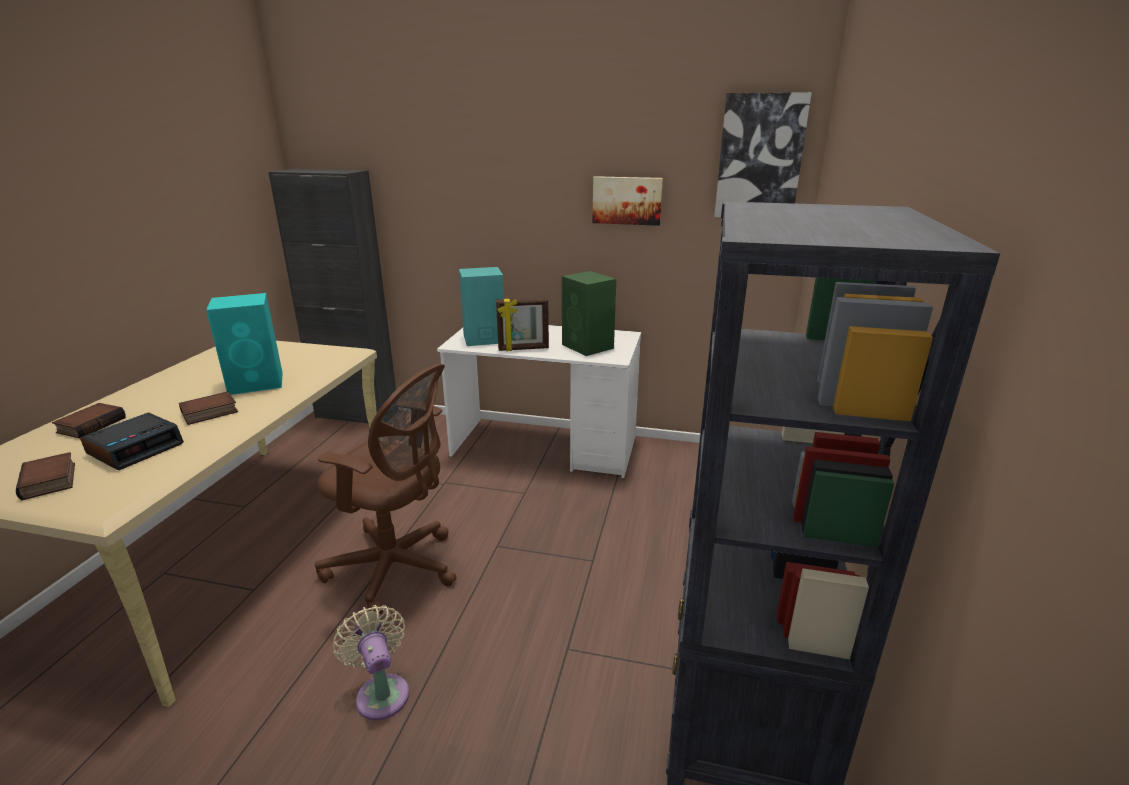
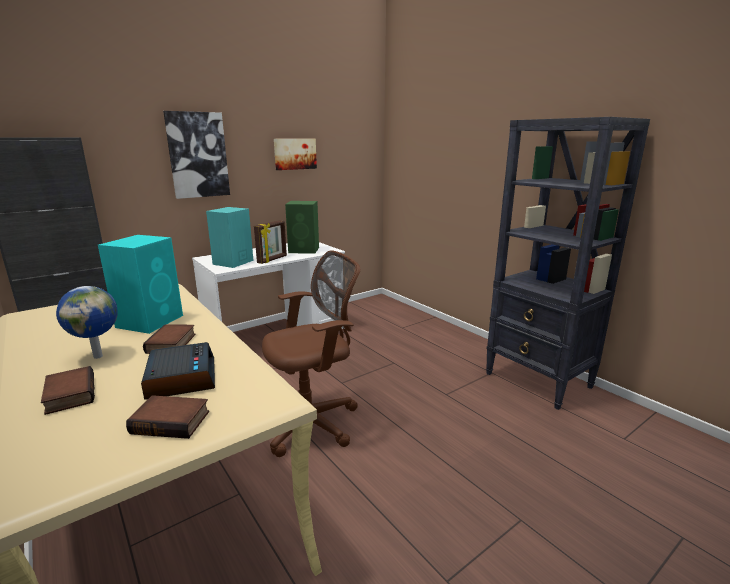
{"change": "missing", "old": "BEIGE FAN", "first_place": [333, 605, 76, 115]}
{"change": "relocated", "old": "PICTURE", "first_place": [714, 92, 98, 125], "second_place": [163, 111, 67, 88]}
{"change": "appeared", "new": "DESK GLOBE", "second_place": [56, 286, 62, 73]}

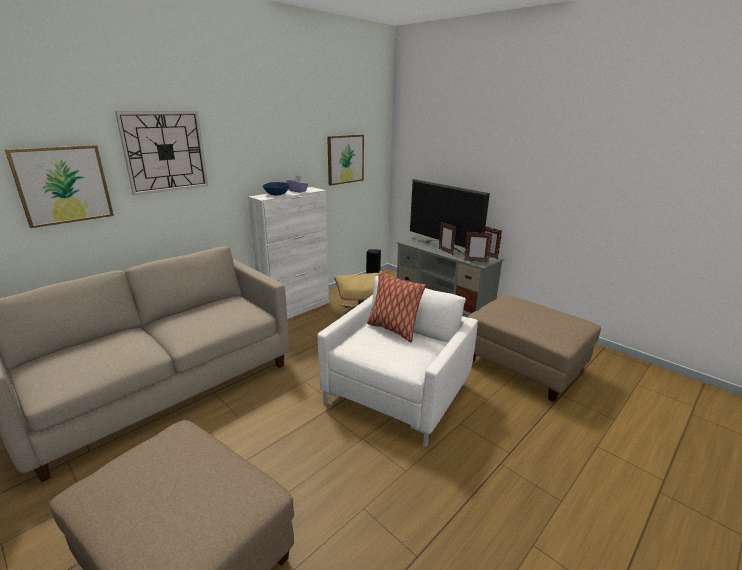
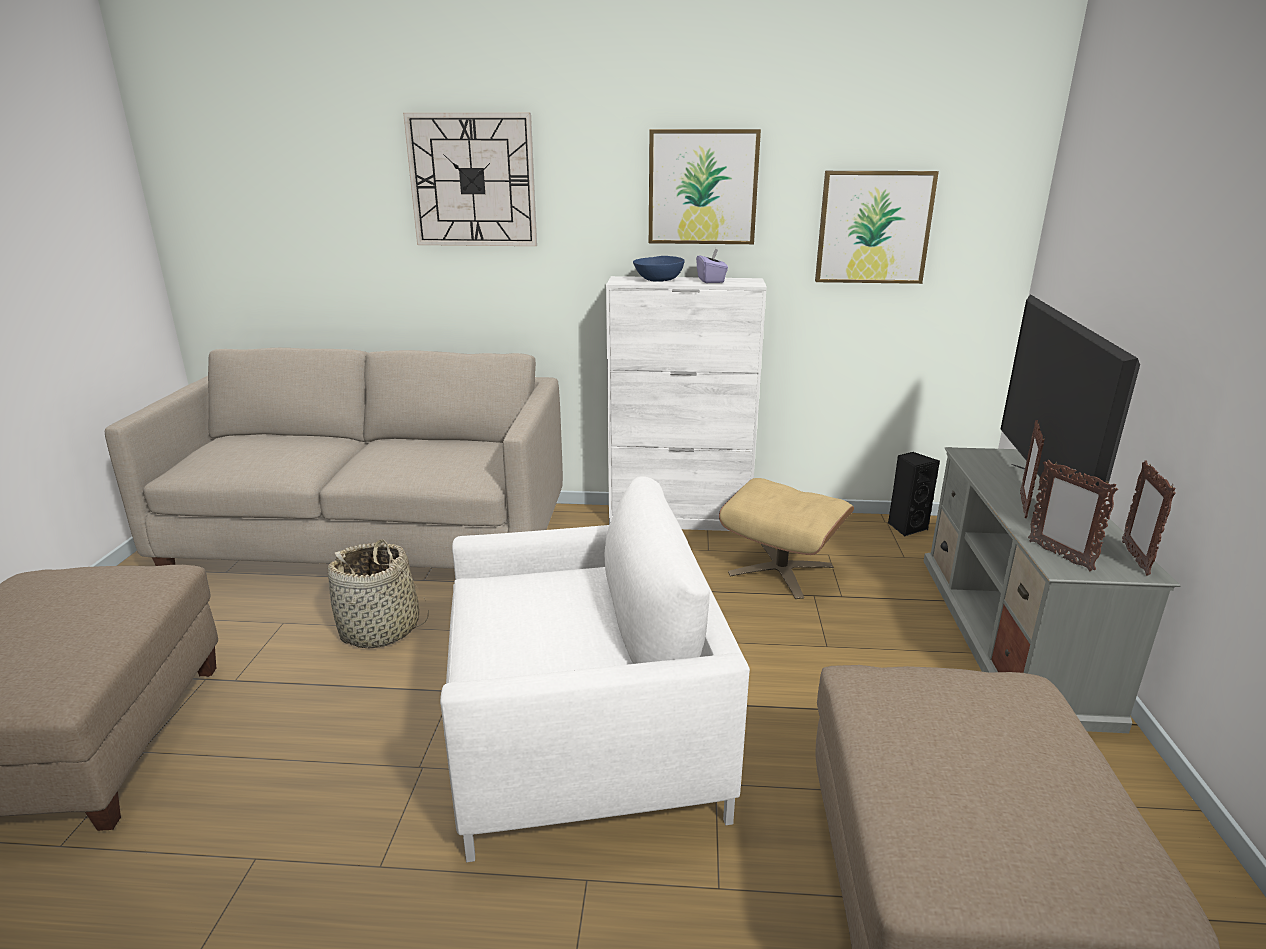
{"change": "relocated", "old": "PICTURE", "first_place": [5, 145, 109, 83], "second_place": [649, 129, 112, 115]}
{"change": "missing", "old": "THROW PILLOW", "first_place": [367, 271, 59, 71]}
{"change": "appeared", "new": "STORAGE BASKET", "second_place": [328, 539, 101, 109]}

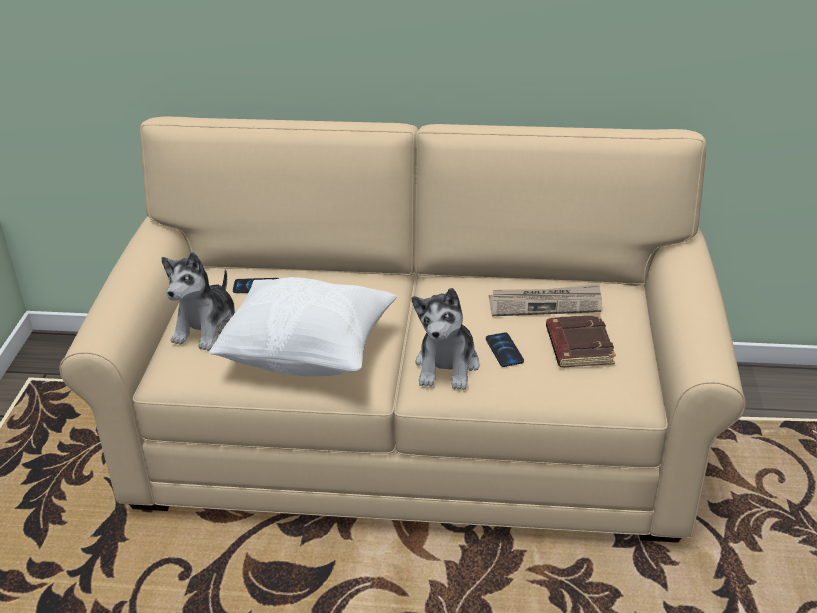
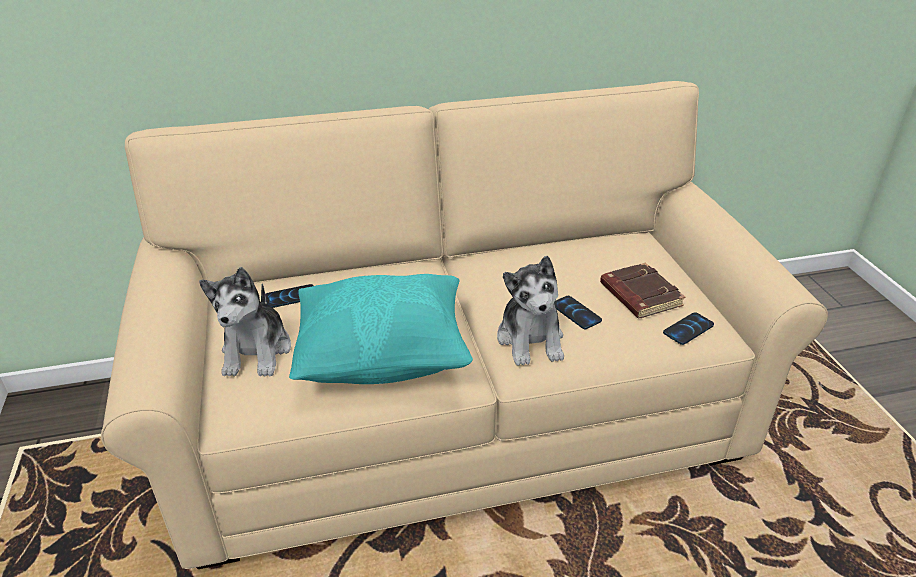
{"change": "colour", "old": "WHITISH THROW PILLOW", "new": "TURQUOISE-COLOURED THROW PILLOW", "first_place": [209, 277, 188, 99], "second_place": [289, 274, 184, 110]}
{"change": "missing", "old": "DAILY PAPER", "first_place": [489, 284, 113, 32]}
{"change": "appeared", "new": "HANDSET", "second_place": [663, 312, 51, 33]}

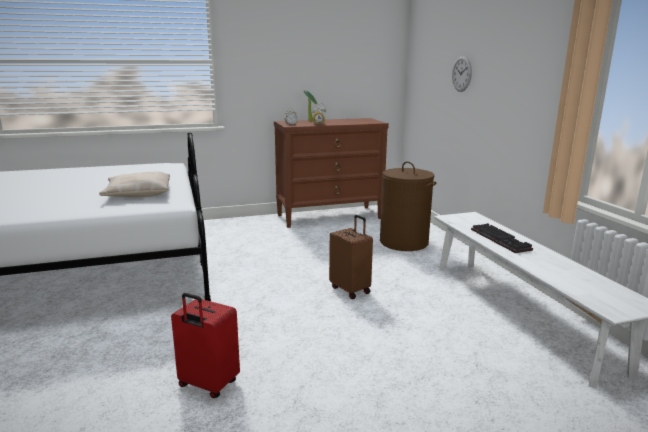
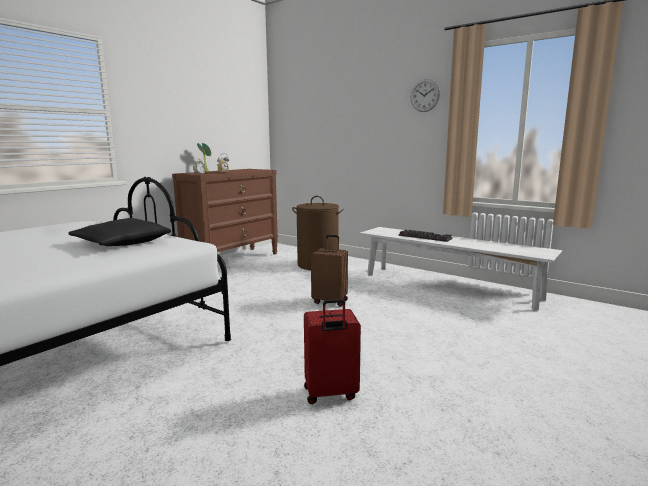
{"change": "colour", "old": "BEIGE THROW PILLOW", "new": "BLACKISH THROW PILLOW", "first_place": [99, 172, 71, 25], "second_place": [68, 218, 103, 28]}
{"change": "relocated", "old": "CLOCK ON THE WALL", "first_place": [452, 56, 20, 36], "second_place": [411, 79, 29, 33]}

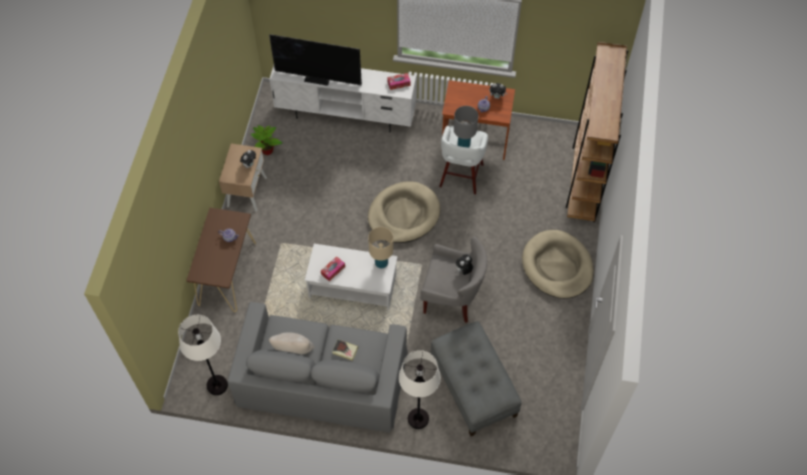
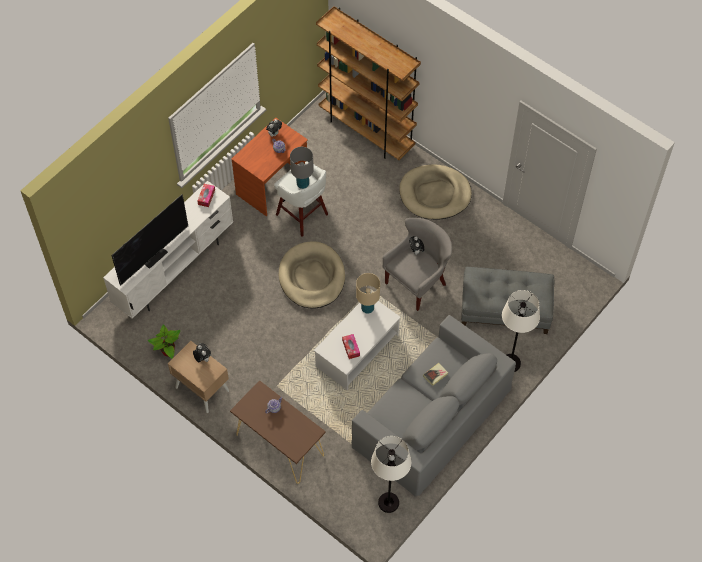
{"change": "missing", "old": "BEIGE THROW PILLOW", "first_place": [269, 332, 46, 23]}

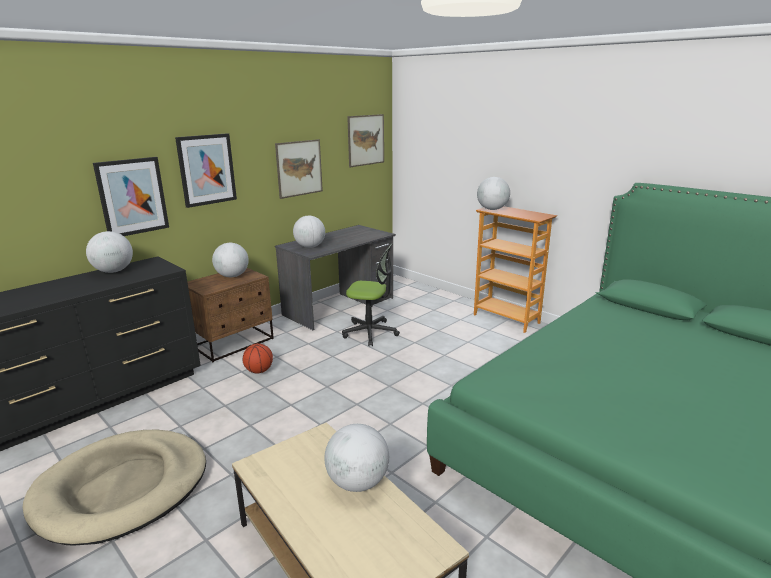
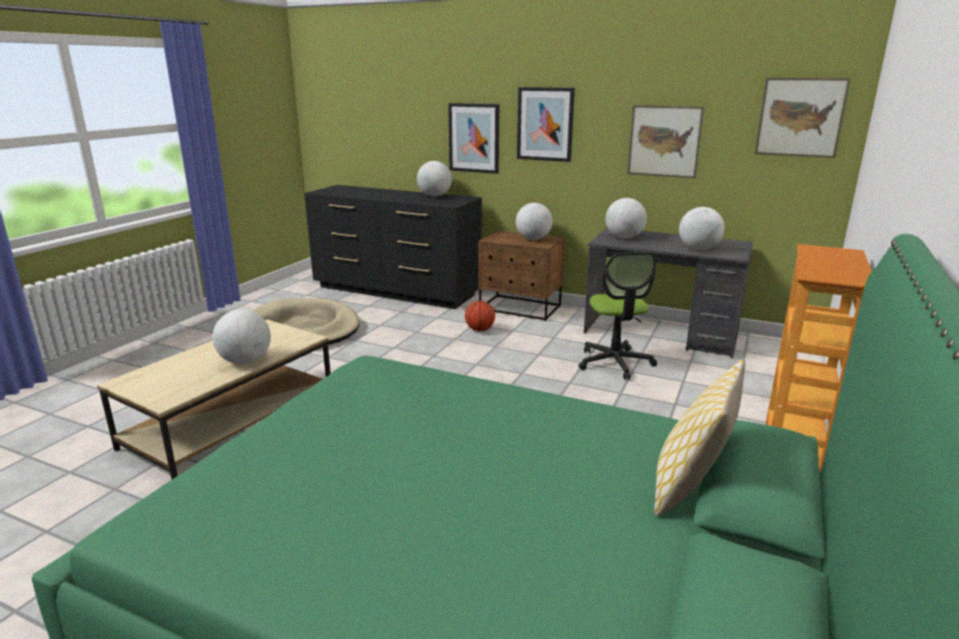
{"change": "relocated", "old": "DESK GLOBE", "first_place": [477, 177, 33, 33], "second_place": [679, 207, 46, 43]}
{"change": "appeared", "new": "THROW PILLOW", "second_place": [654, 360, 91, 156]}

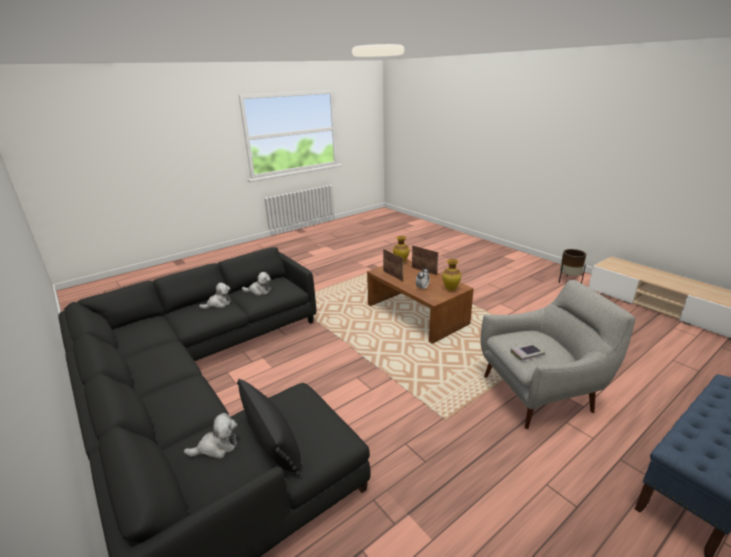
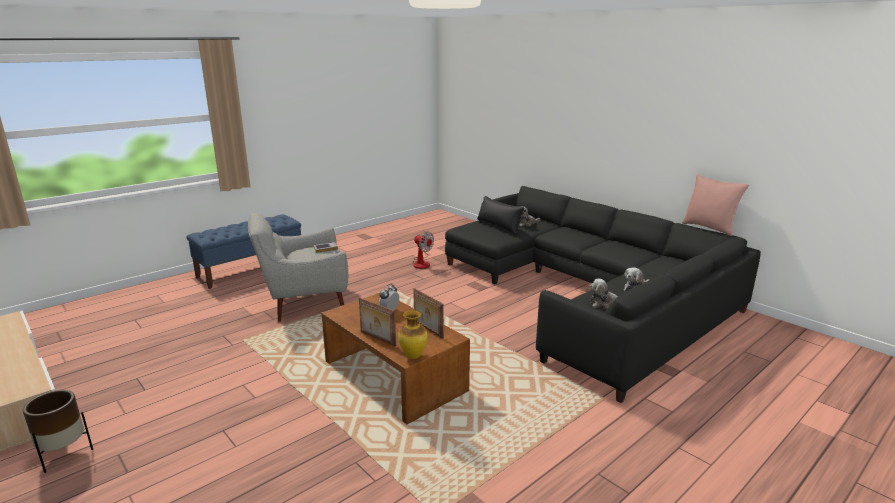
{"change": "missing", "old": "FLOWER VASE", "first_place": [442, 259, 19, 32]}
{"change": "appeared", "new": "FAN", "second_place": [412, 232, 22, 37]}
{"change": "appeared", "new": "PINK THROW PILLOW", "second_place": [682, 174, 67, 62]}

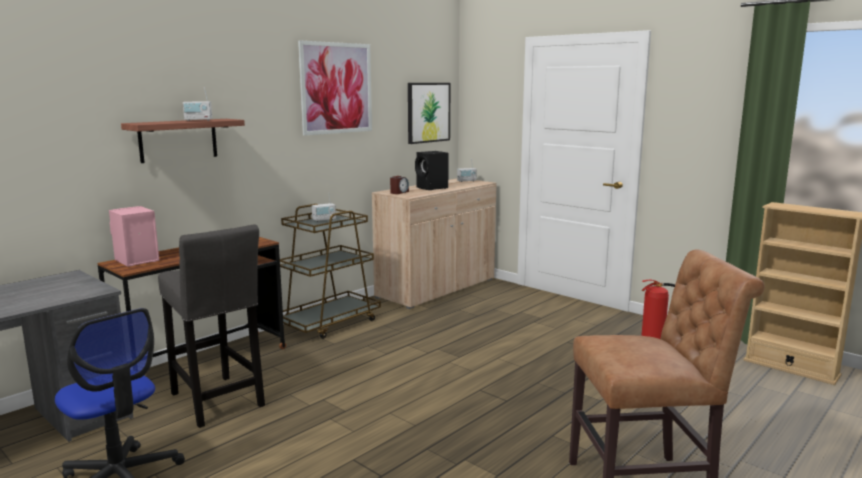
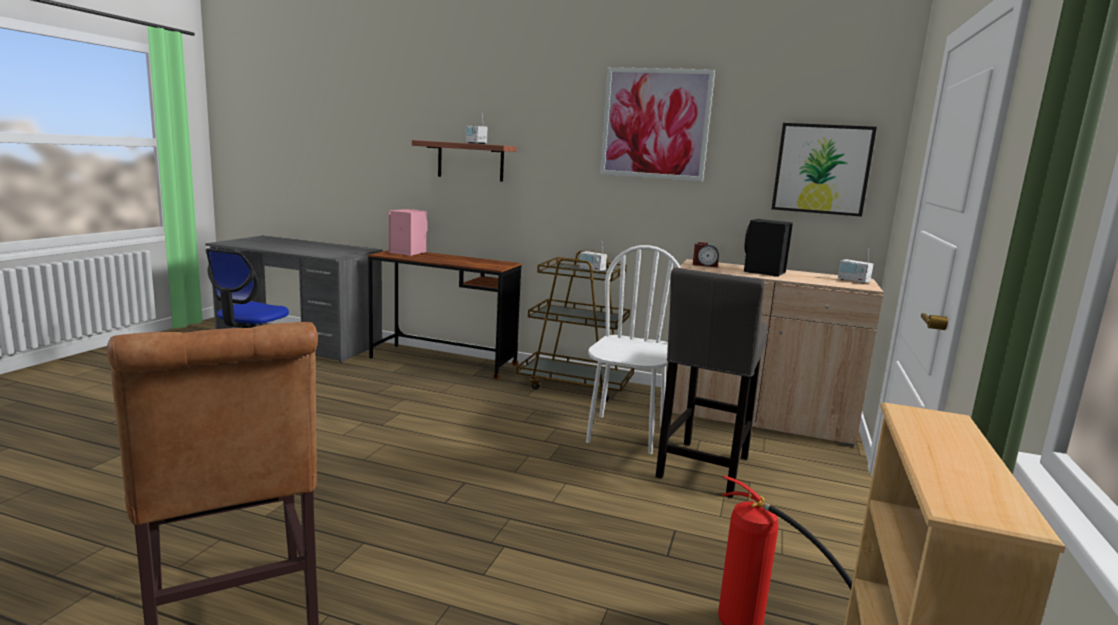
{"change": "relocated", "old": "GREY STOOL SEAT", "first_place": [158, 225, 107, 203], "second_place": [655, 268, 113, 230]}
{"change": "appeared", "new": "WHITISH CHAIR", "second_place": [586, 245, 95, 209]}

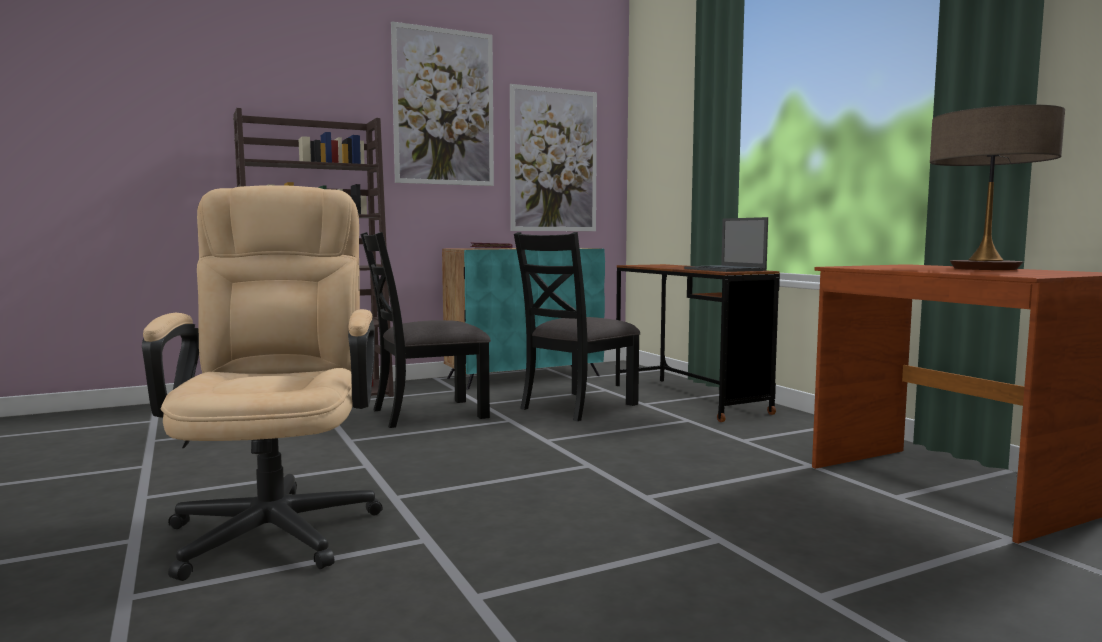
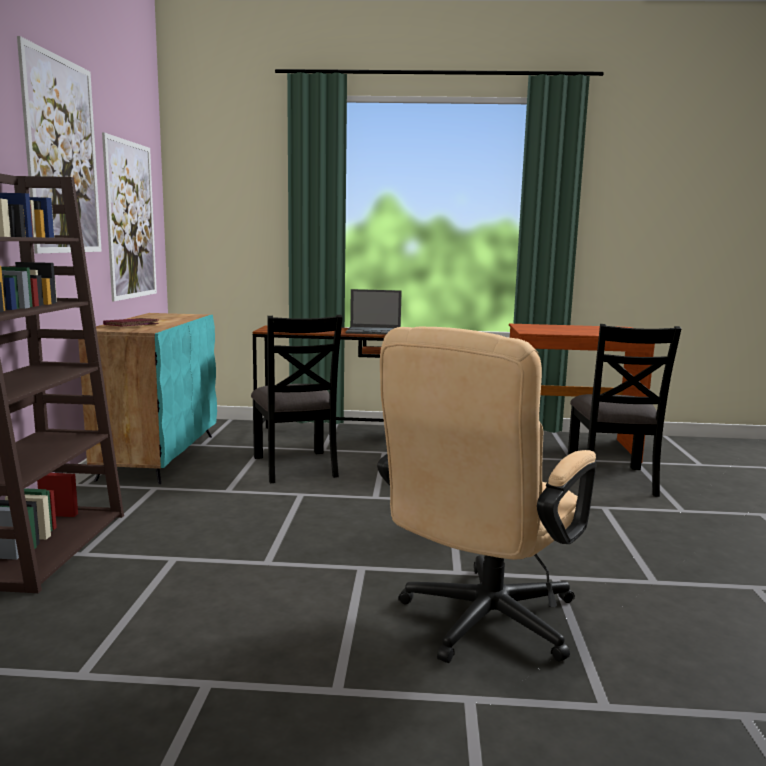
{"change": "spun", "old": "BEIGE DESK CHAIR", "first_place": [142, 185, 241, 396], "second_place": [377, 326, 219, 337], "degrees": -75}
{"change": "relocated", "old": "BLACKISH CHAIR", "first_place": [361, 232, 130, 196], "second_place": [568, 324, 113, 173]}
{"change": "missing", "old": "TABLE LAMP", "first_place": [930, 105, 135, 165]}

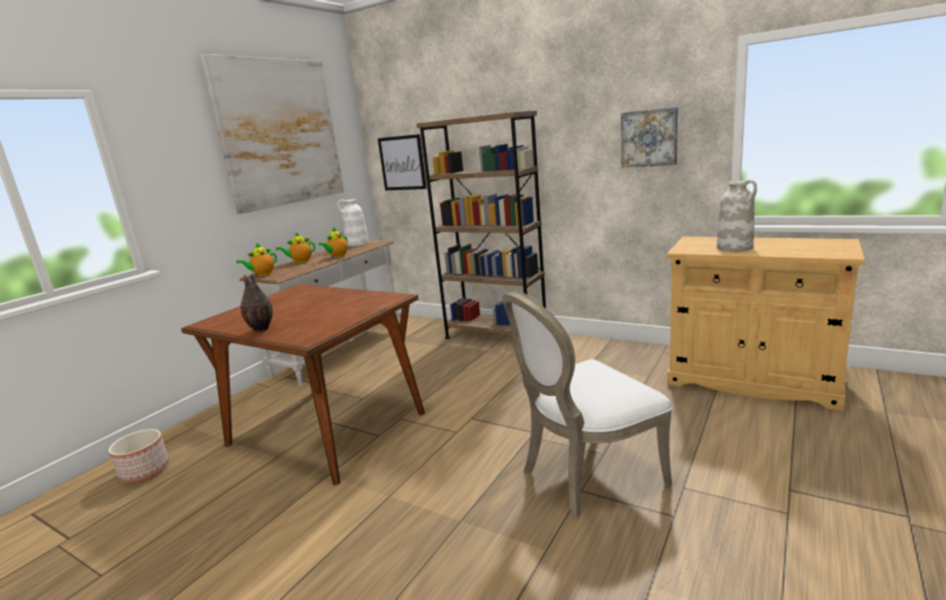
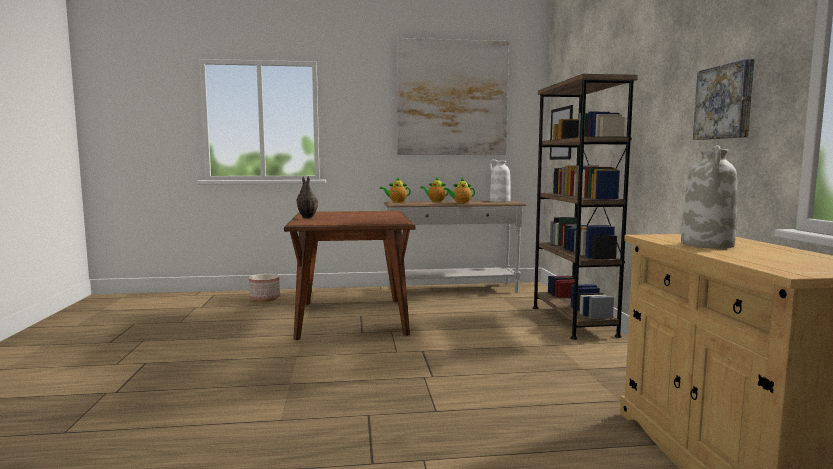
{"change": "missing", "old": "WHITISH CHAIR", "first_place": [502, 290, 170, 229]}

